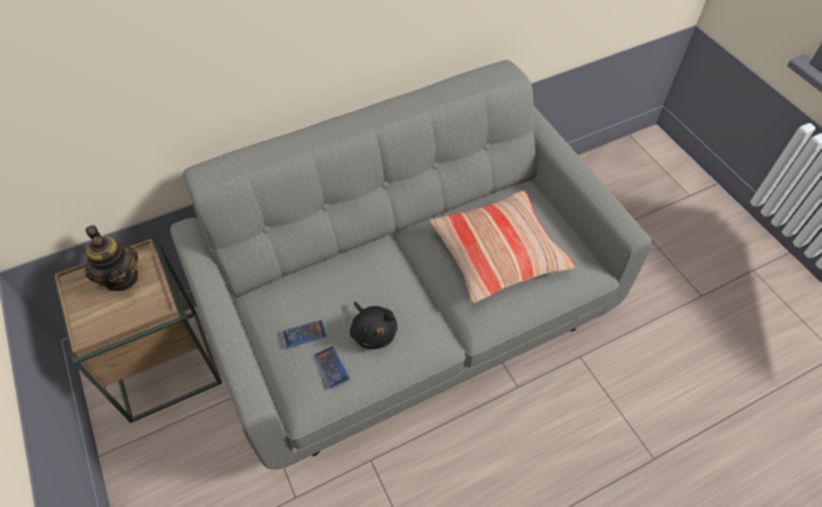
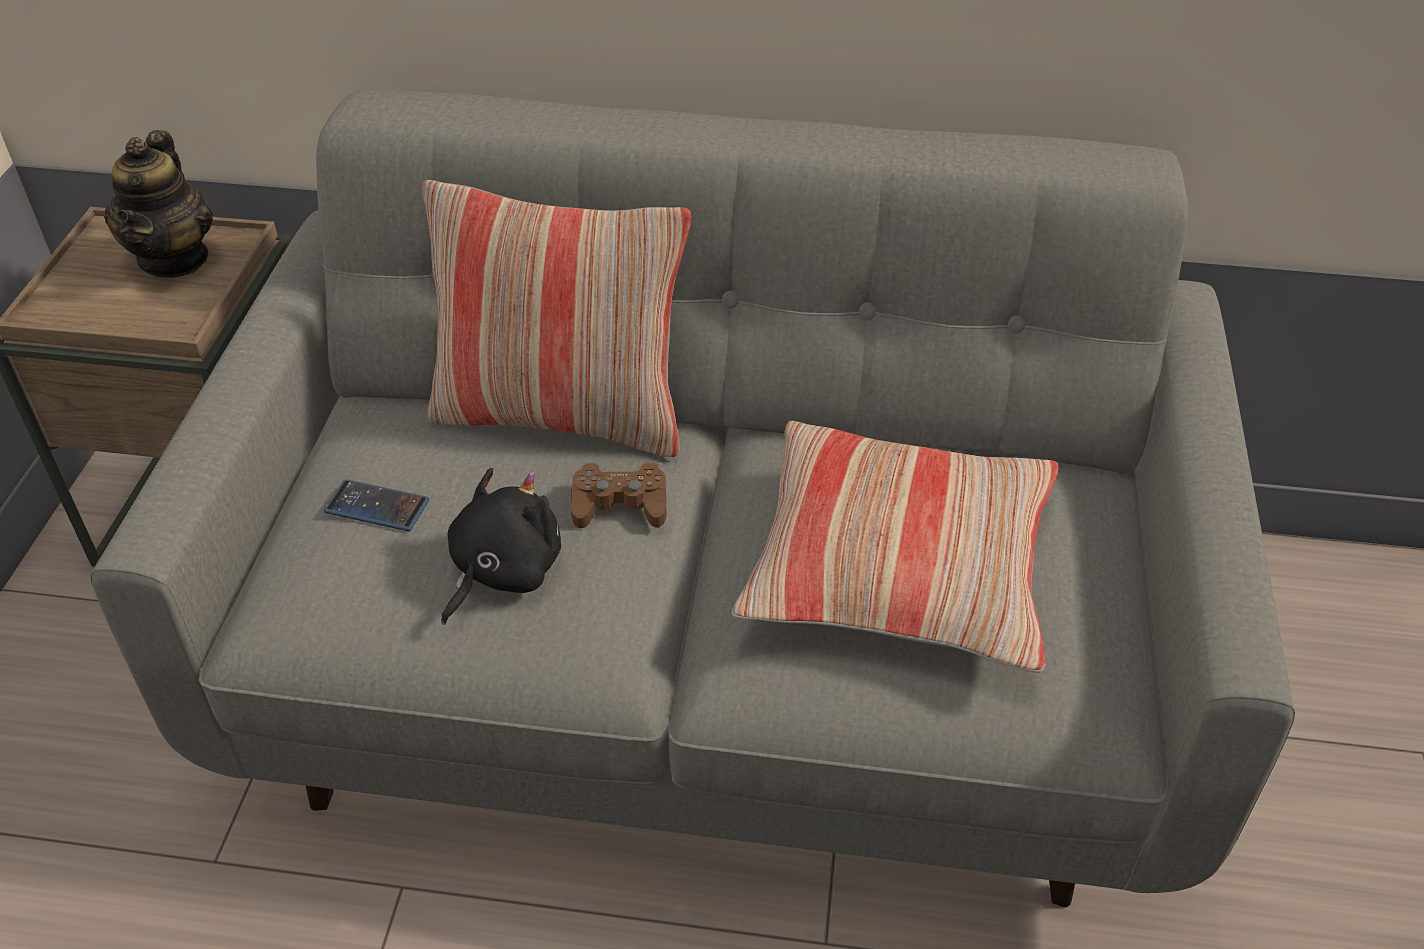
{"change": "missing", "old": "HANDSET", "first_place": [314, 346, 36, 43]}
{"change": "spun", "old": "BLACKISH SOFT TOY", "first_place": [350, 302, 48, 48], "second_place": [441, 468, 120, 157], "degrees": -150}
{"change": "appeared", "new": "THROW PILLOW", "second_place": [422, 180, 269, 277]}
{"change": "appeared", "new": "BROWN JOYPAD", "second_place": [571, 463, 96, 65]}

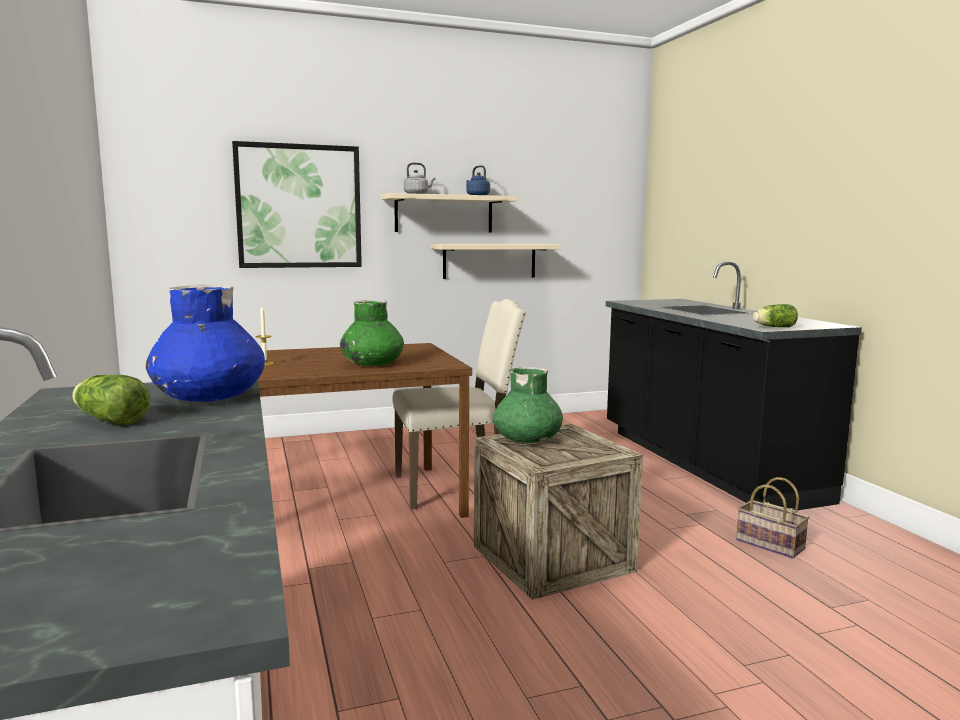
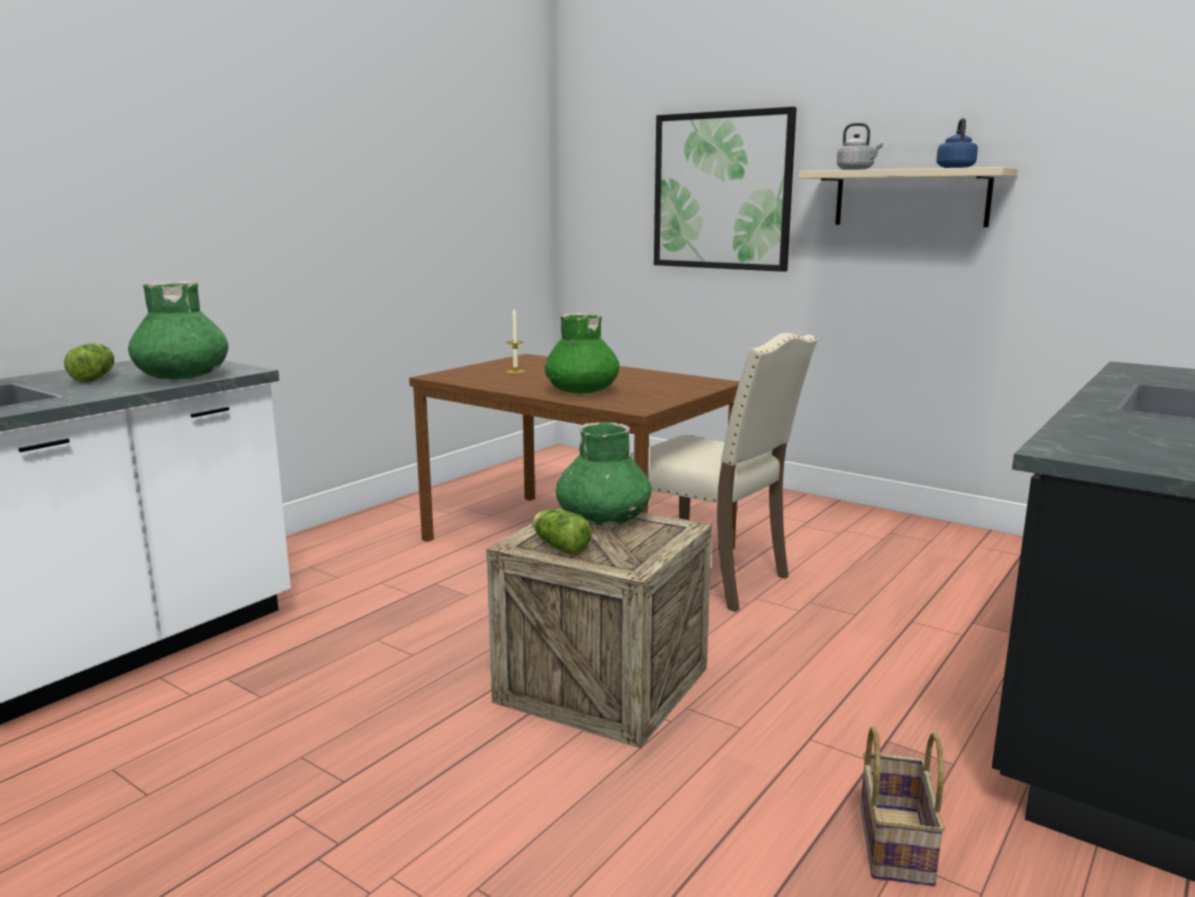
{"change": "colour", "old": "BLUISH FLOWER VASE", "new": "GREEN-COLOURED FLOWER VASE", "first_place": [146, 284, 119, 117], "second_place": [128, 281, 100, 99]}
{"change": "missing", "old": "BEIGE SHELF", "first_place": [430, 244, 132, 35]}
{"change": "relocated", "old": "LETTUCE", "first_place": [753, 304, 45, 23], "second_place": [532, 509, 60, 46]}

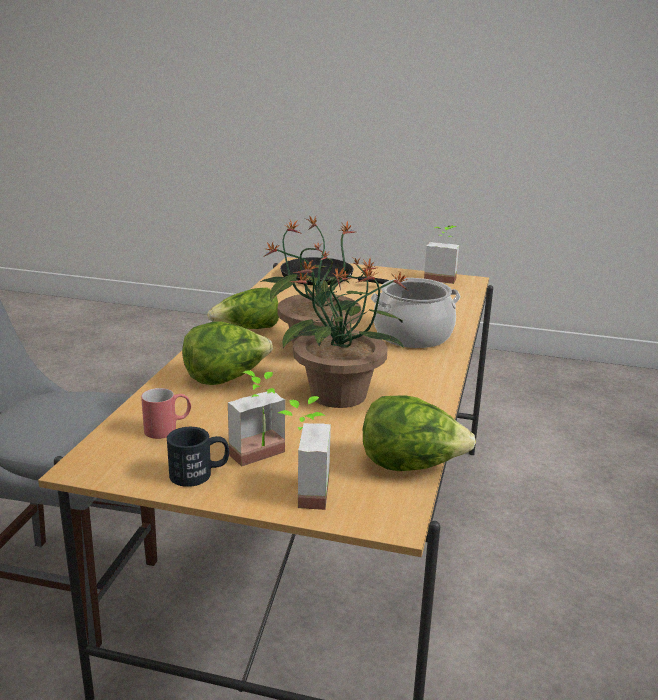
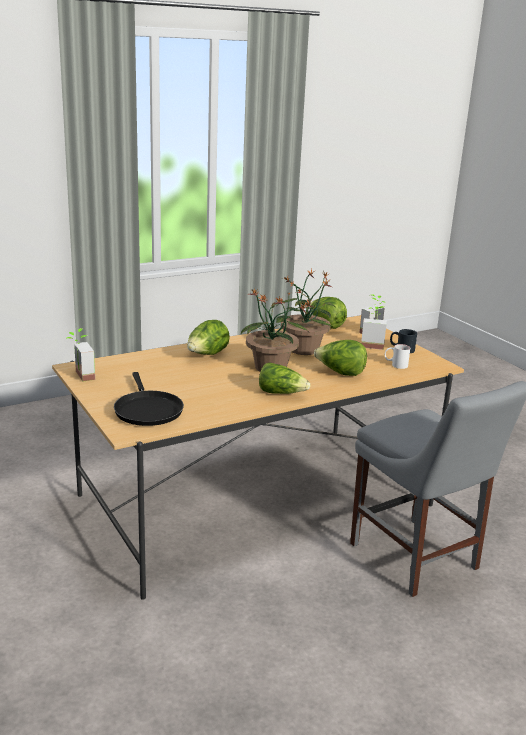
{"change": "colour", "old": "REDDISH TEA MUG", "new": "WHITISH TEA MUG", "first_place": [141, 388, 50, 51], "second_place": [385, 344, 25, 25]}
{"change": "exchanged", "old": "SAUCEPOT", "new": "LETTUCE", "first_place": [371, 278, 89, 70], "second_place": [187, 320, 43, 35]}

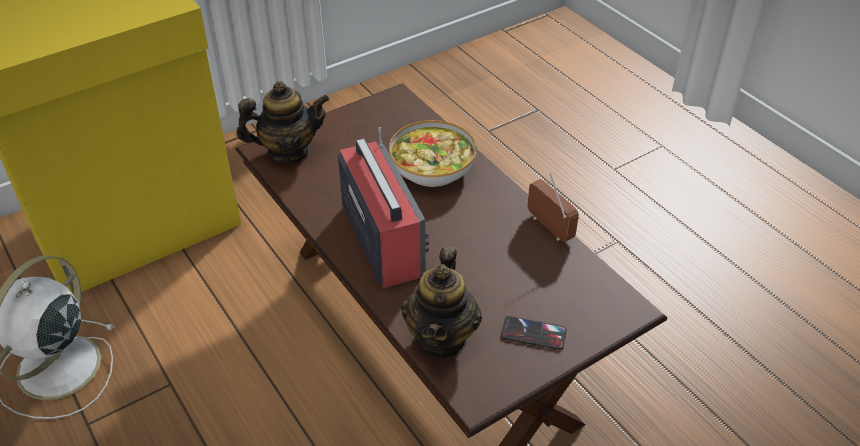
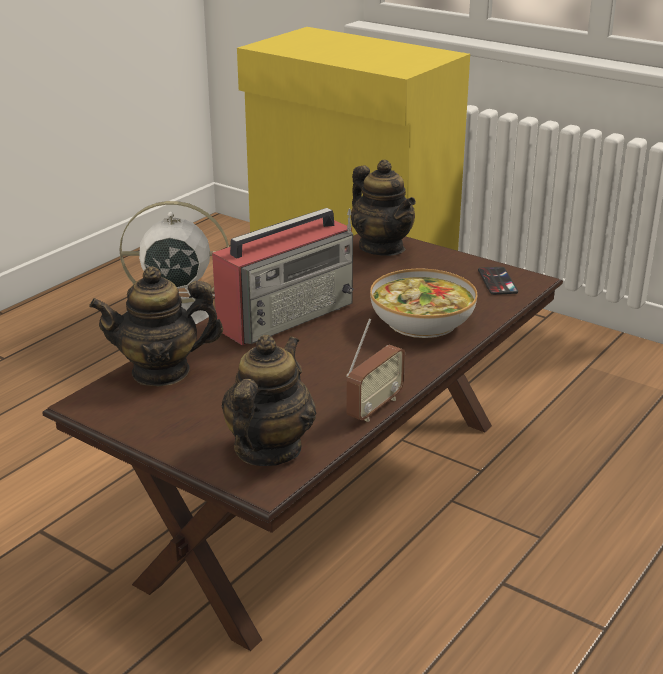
{"change": "relocated", "old": "HANDSET", "first_place": [501, 316, 66, 34], "second_place": [478, 267, 40, 28]}
{"change": "appeared", "new": "TEA POT", "second_place": [221, 335, 95, 131]}

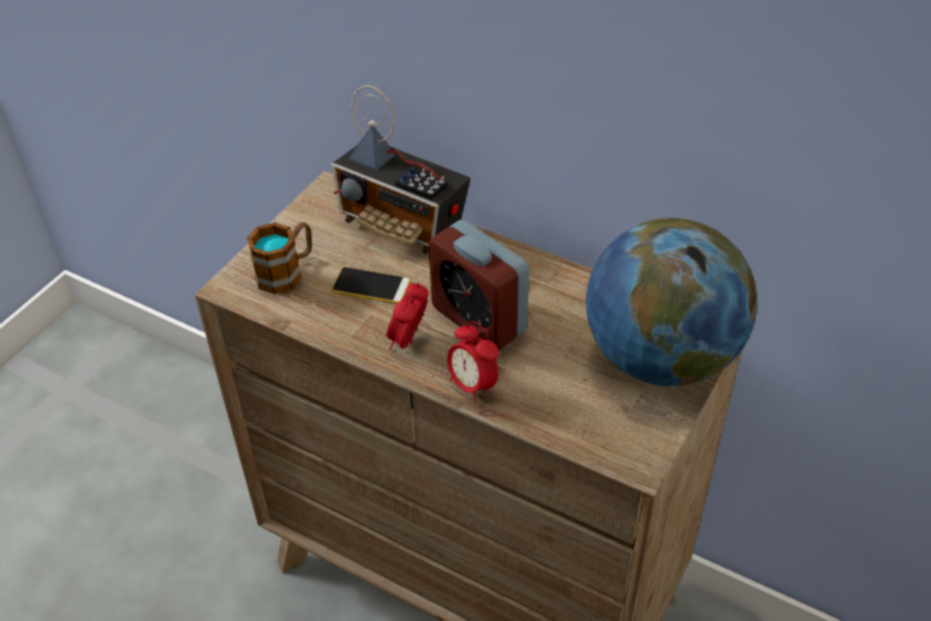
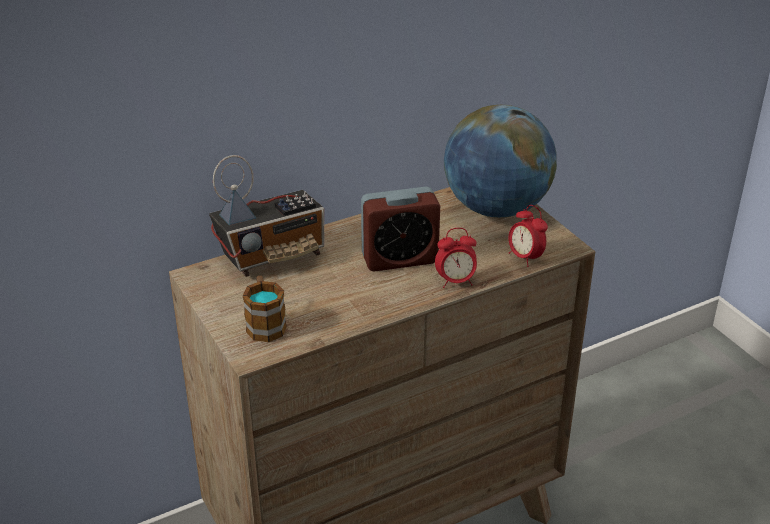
{"change": "missing", "old": "HANDSET", "first_place": [331, 267, 80, 37]}
{"change": "relocated", "old": "BEDSIDE CLOCK", "first_place": [386, 283, 42, 67], "second_place": [509, 205, 39, 62]}

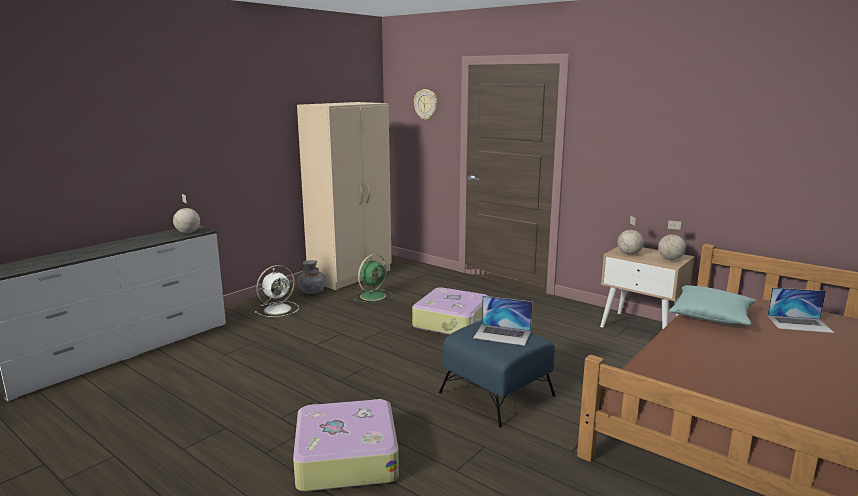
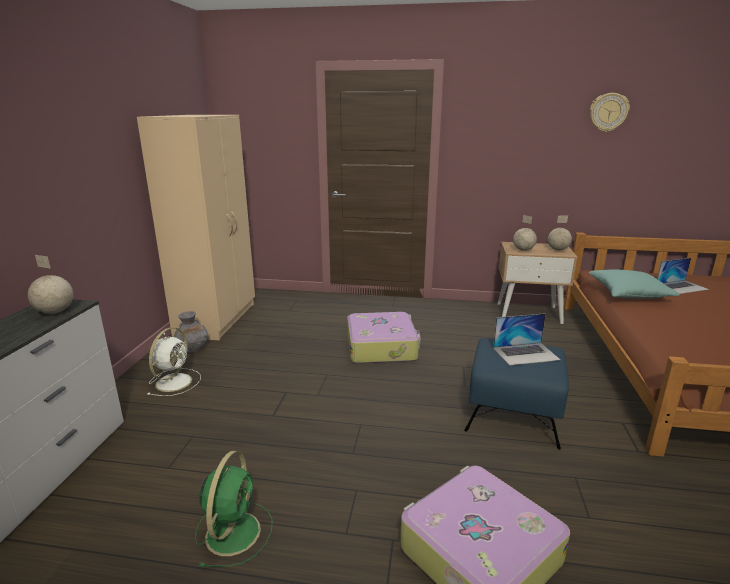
{"change": "relocated", "old": "GREEN-COLOURED FAN", "first_place": [354, 254, 39, 49], "second_place": [195, 451, 78, 116]}
{"change": "relocated", "old": "CLOCK ON THE WALL", "first_place": [414, 89, 23, 31], "second_place": [590, 93, 40, 39]}

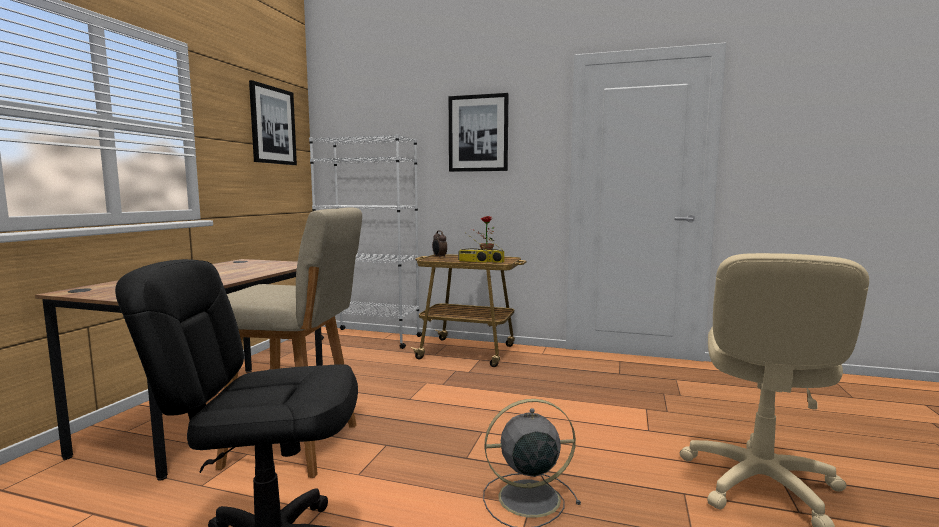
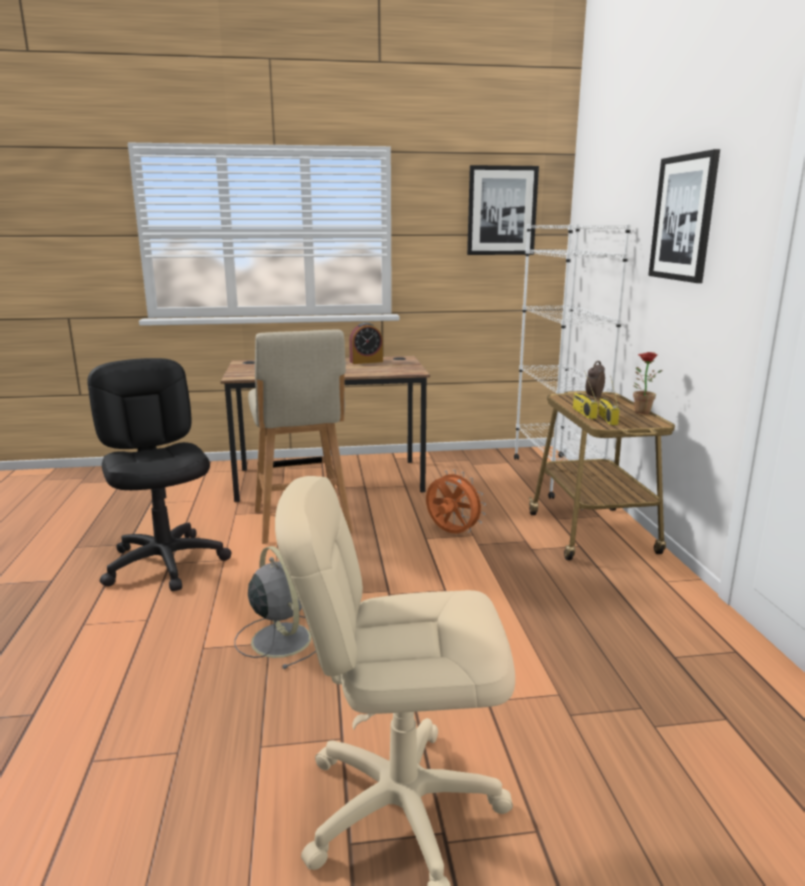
{"change": "appeared", "new": "BEDSIDE CLOCK", "second_place": [349, 322, 34, 42]}
{"change": "appeared", "new": "ORANGEY FAN", "second_place": [426, 470, 60, 63]}

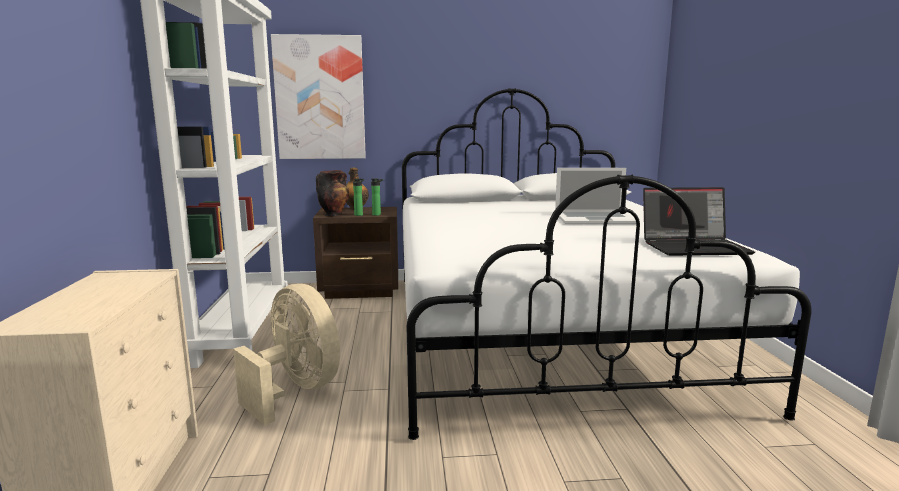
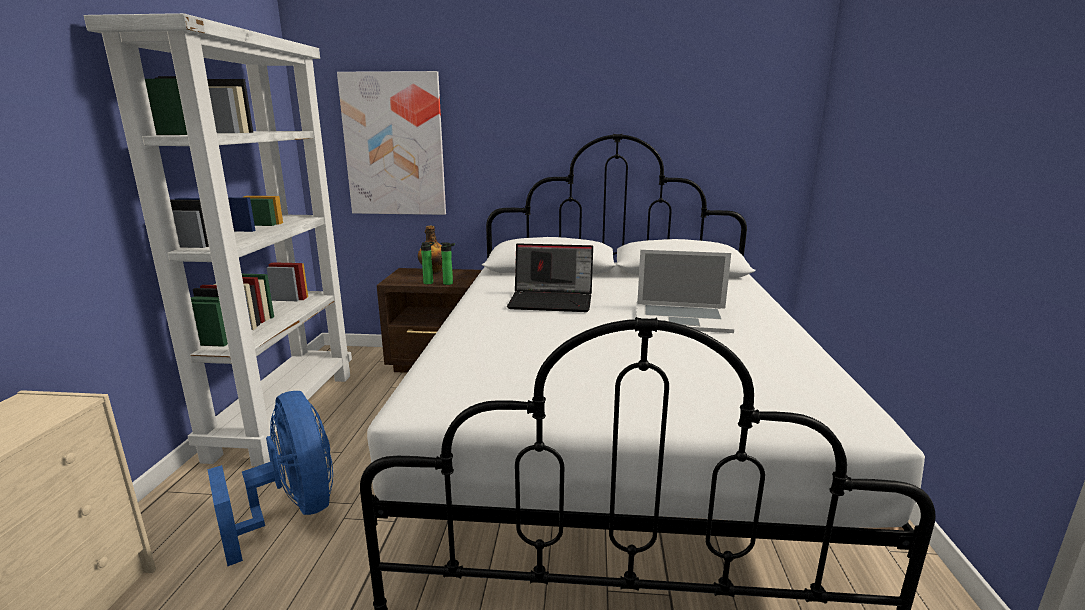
{"change": "colour", "old": "BEIGE FAN", "new": "BLUISH FAN", "first_place": [233, 284, 107, 141], "second_place": [208, 391, 125, 175]}
{"change": "missing", "old": "FLOWER VASE", "first_place": [316, 170, 33, 46]}
{"change": "relocated", "old": "LAPTOP", "first_place": [643, 187, 112, 69], "second_place": [507, 243, 86, 69]}

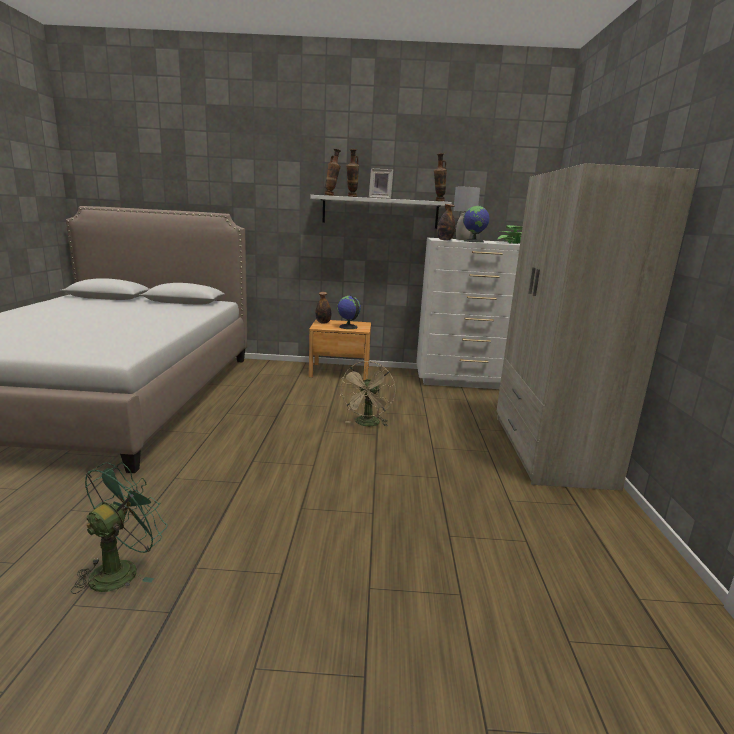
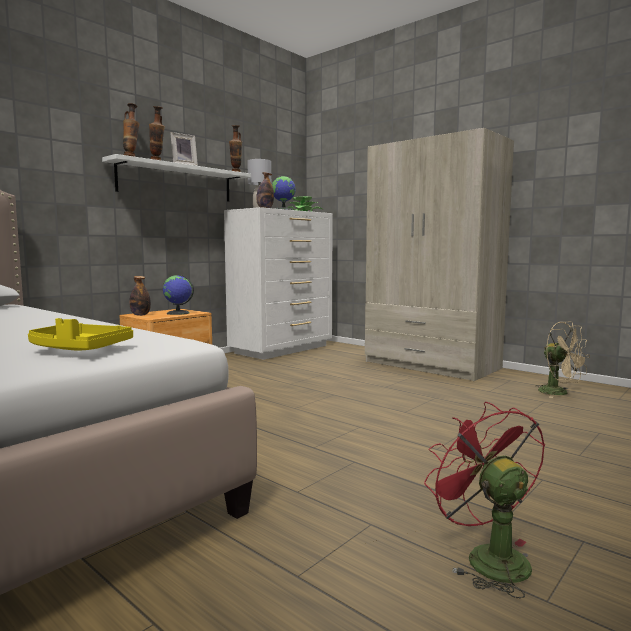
{"change": "colour", "old": "GREEN-COLOURED FAN", "new": "REDDISH FAN", "first_place": [71, 462, 96, 132], "second_place": [424, 402, 121, 196]}
{"change": "relocated", "old": "BEIGE FAN", "first_place": [341, 361, 54, 65], "second_place": [536, 322, 54, 76]}
{"change": "appeared", "new": "YELLOWISH TRAY", "second_place": [28, 318, 105, 32]}

